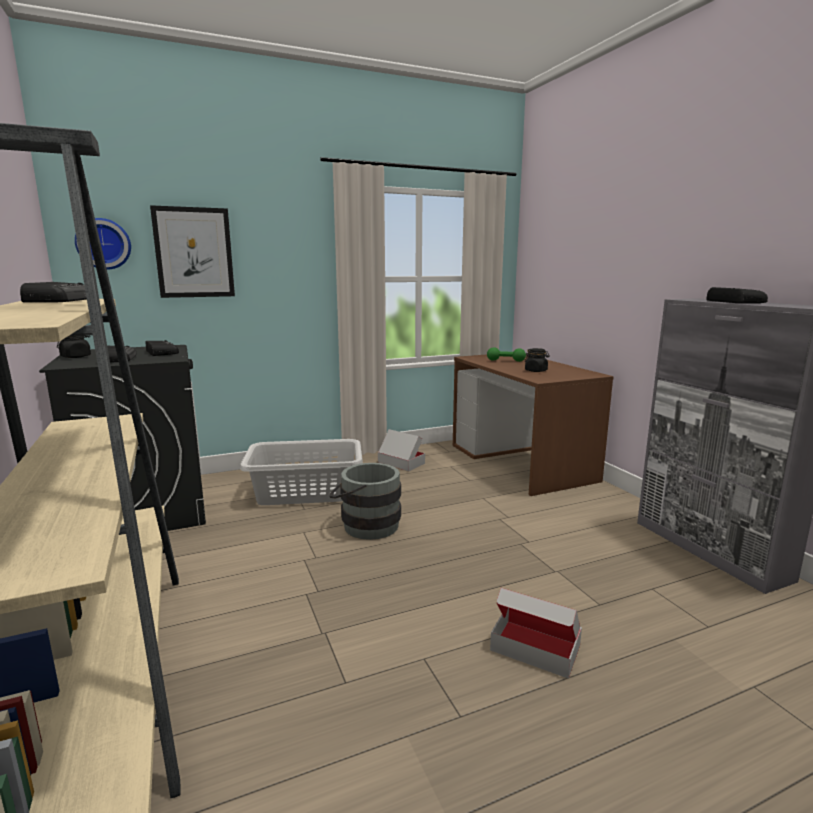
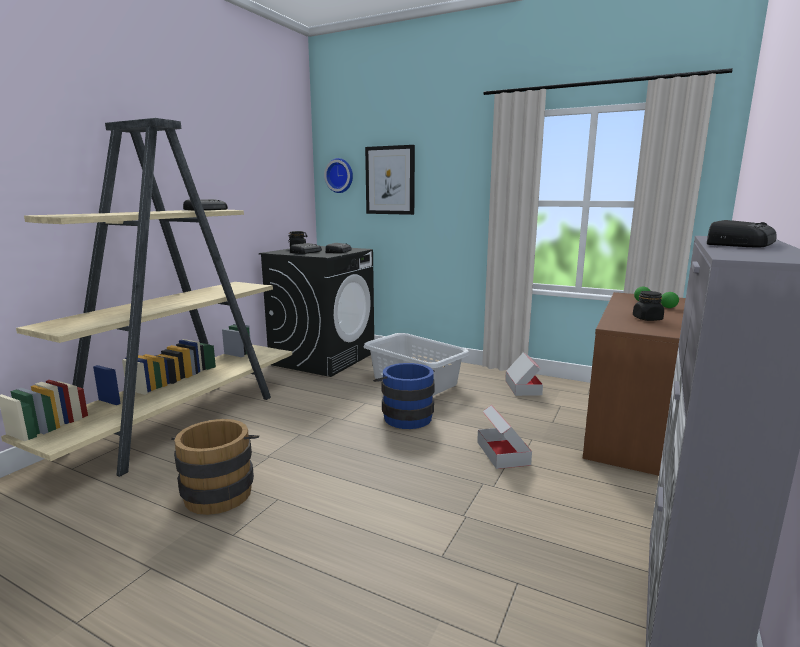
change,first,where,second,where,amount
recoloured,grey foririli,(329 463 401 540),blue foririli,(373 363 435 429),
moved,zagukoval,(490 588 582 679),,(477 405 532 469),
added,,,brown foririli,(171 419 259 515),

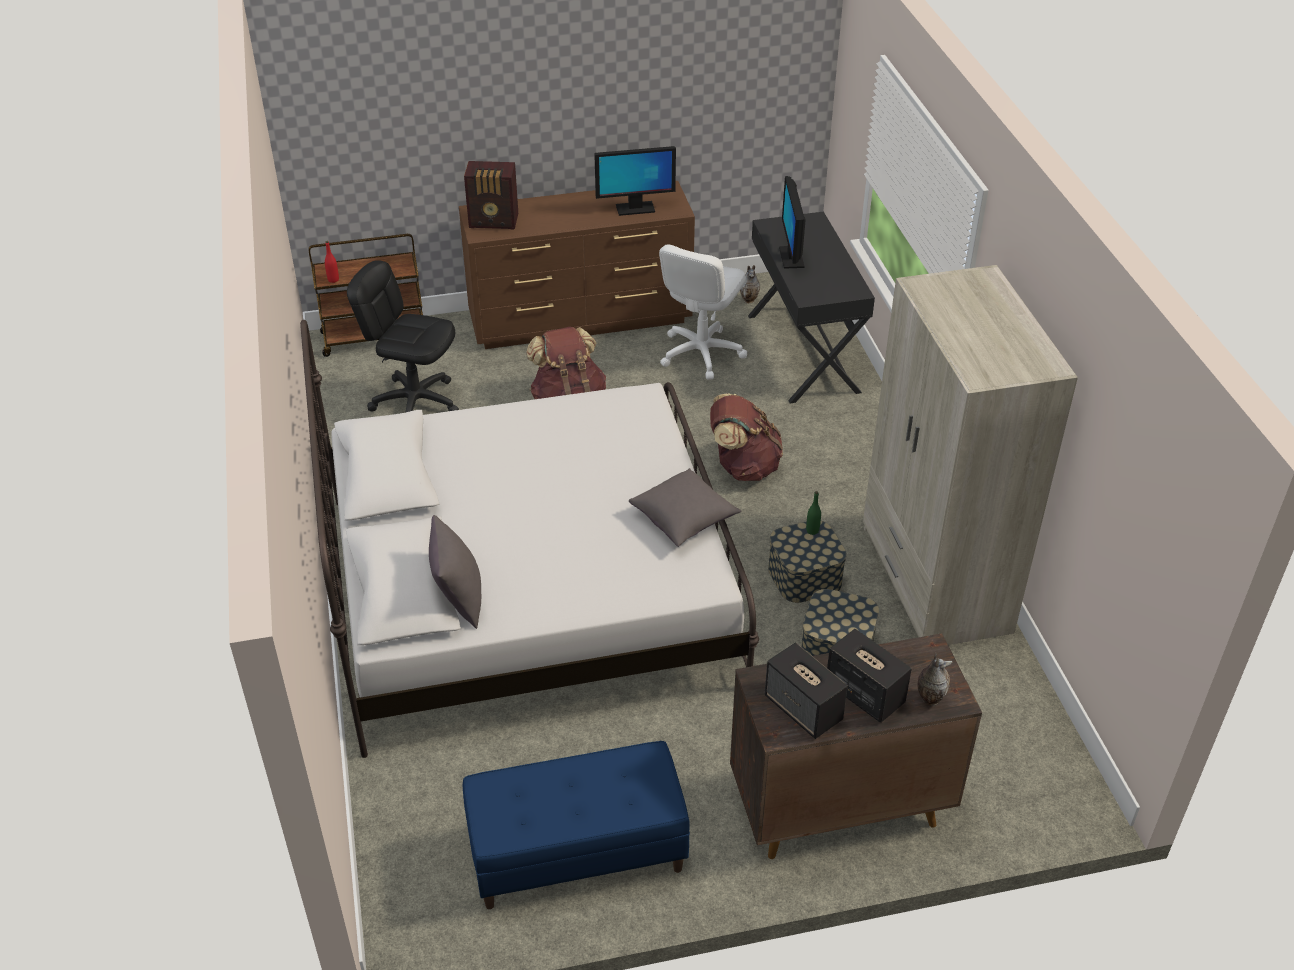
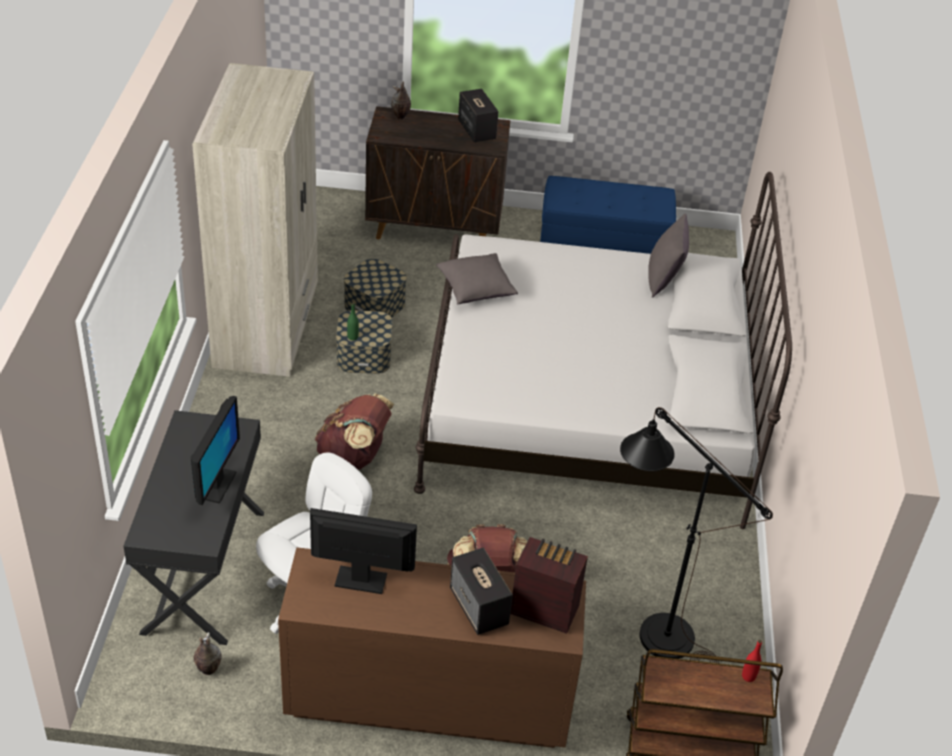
change,first,where,second,where,amount
replaced,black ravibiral,(347 260 459 412),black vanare,(620 407 773 663),
moved,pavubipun,(827 629 912 723),,(450 548 513 635),

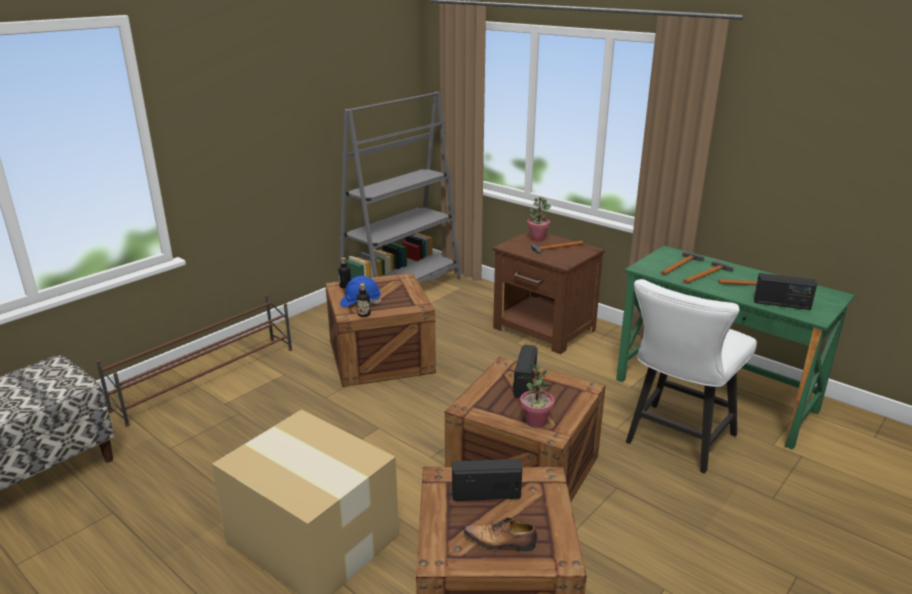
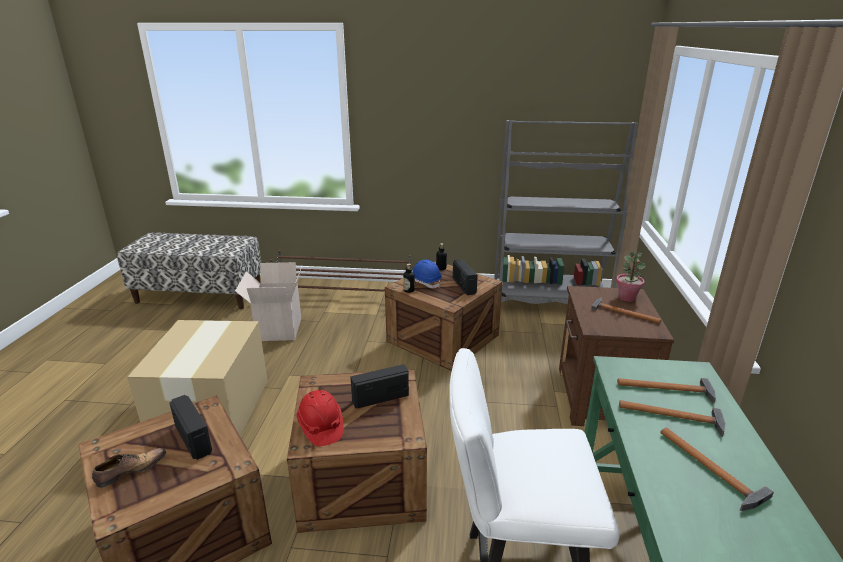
change,first,where,second,where,amount
moved,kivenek,(754 273 817 310),,(453 259 478 295),
replaced,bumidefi,(520 362 555 428),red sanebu,(297 390 344 446),
turned,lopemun,(464 517 537 552),,(92 448 166 488),75 degrees clockwise
added,,,zagukoval,(235 262 302 341),

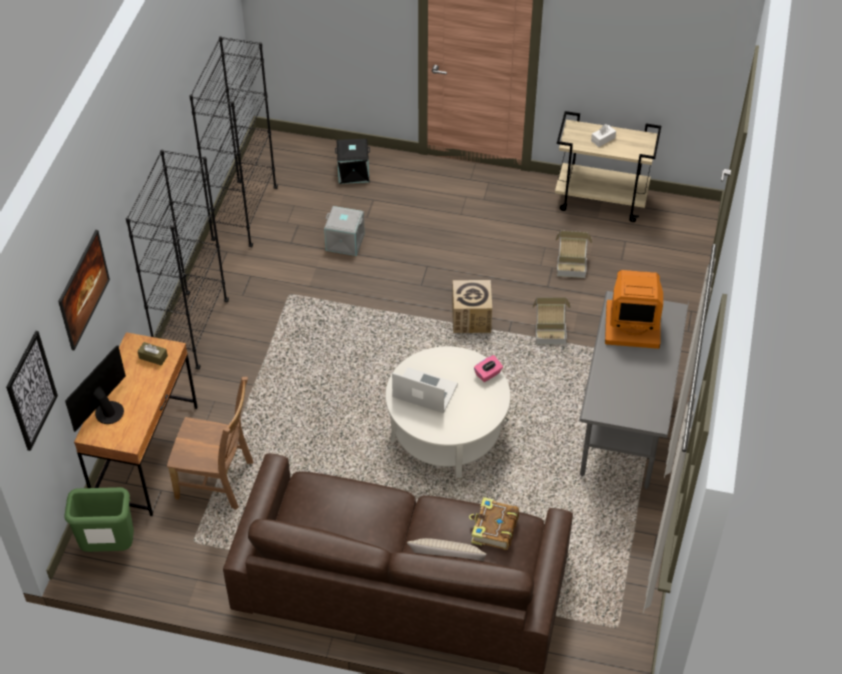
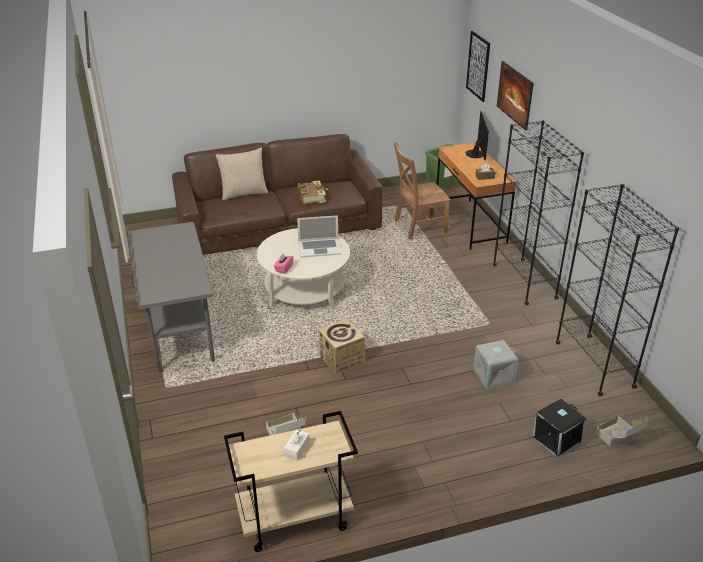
change,first,where,second,where,amount
removed,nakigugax,(605 270 663 349),,,
moved,zagukoval,(533 297 571 344),,(595 416 649 446),
moved,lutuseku,(469 497 519 550),,(297 180 328 204),

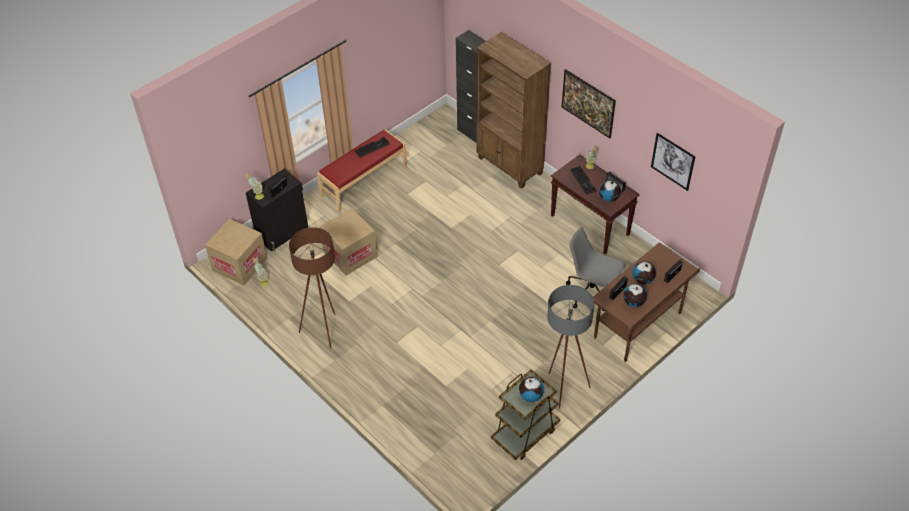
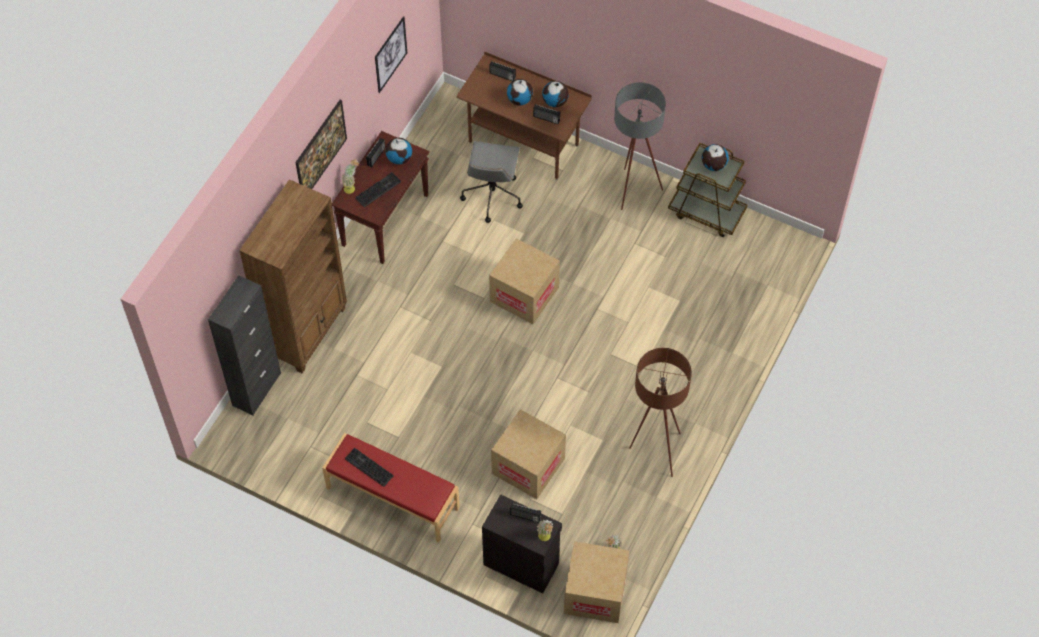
change,first,where,second,where,amount
added,,,zagukoval,(489 238 560 324),

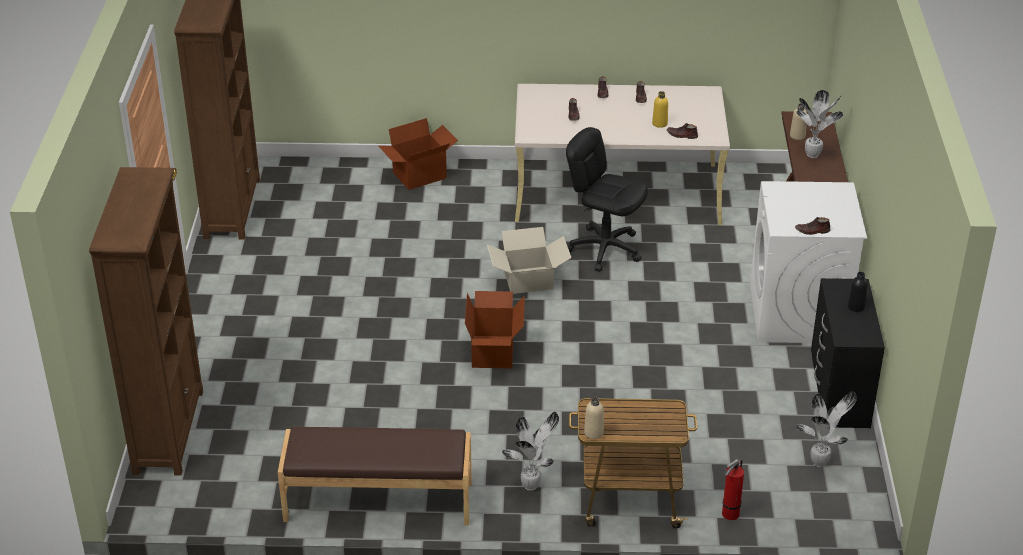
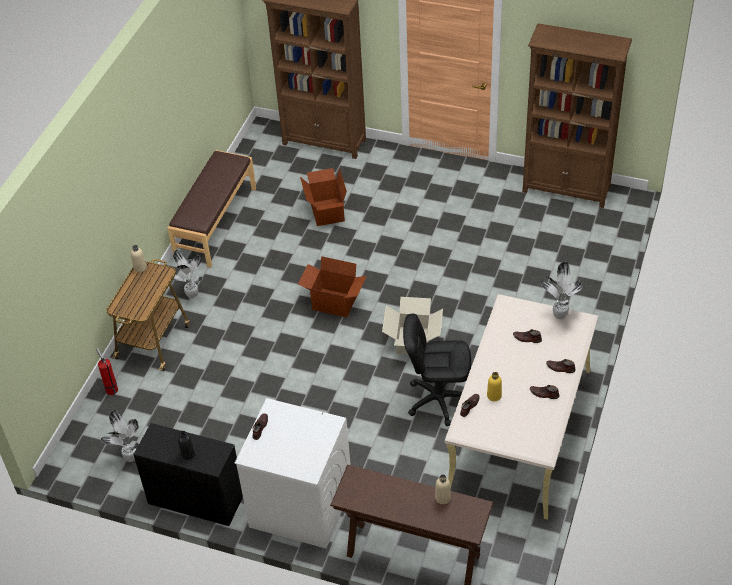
change,first,where,second,where,amount
moved,bumidefi,(796 90 843 158),,(540 262 583 320),
moved,zagukoval,(379 118 458 190),,(300 168 347 226),
turned,black ravibiral,(566 127 648 271),,(403 314 471 426),135 degrees counterclockwise

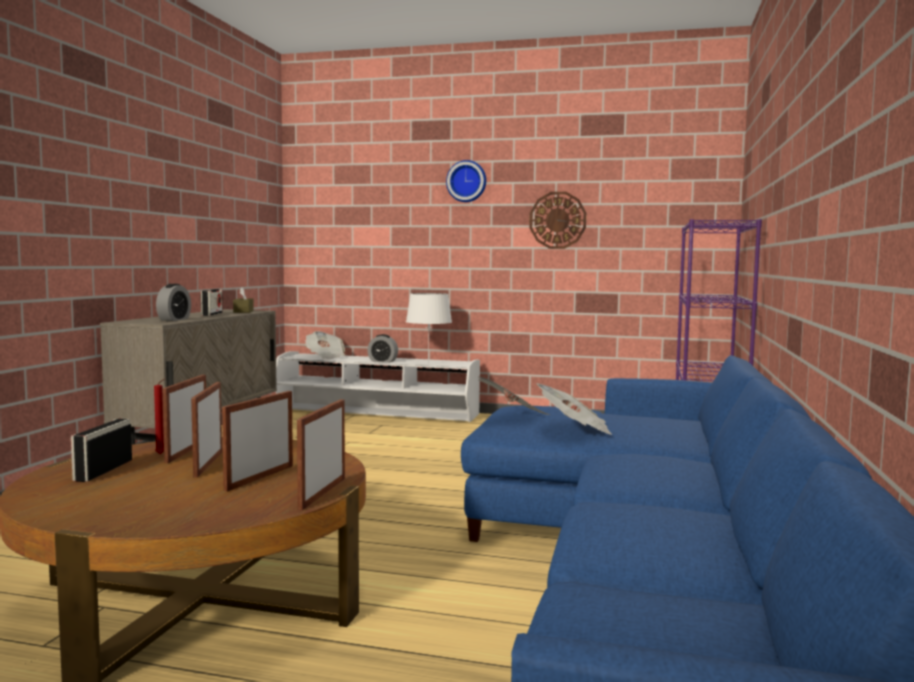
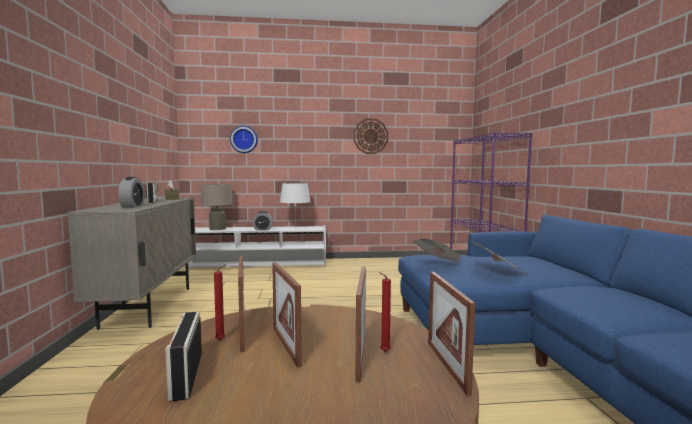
change,first,where,second,where,amount
moved,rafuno,(446 160 486 202),,(230 126 258 153),
replaced,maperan,(305 331 345 360),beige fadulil,(201 184 232 230),
added,,,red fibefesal,(379 272 391 352),

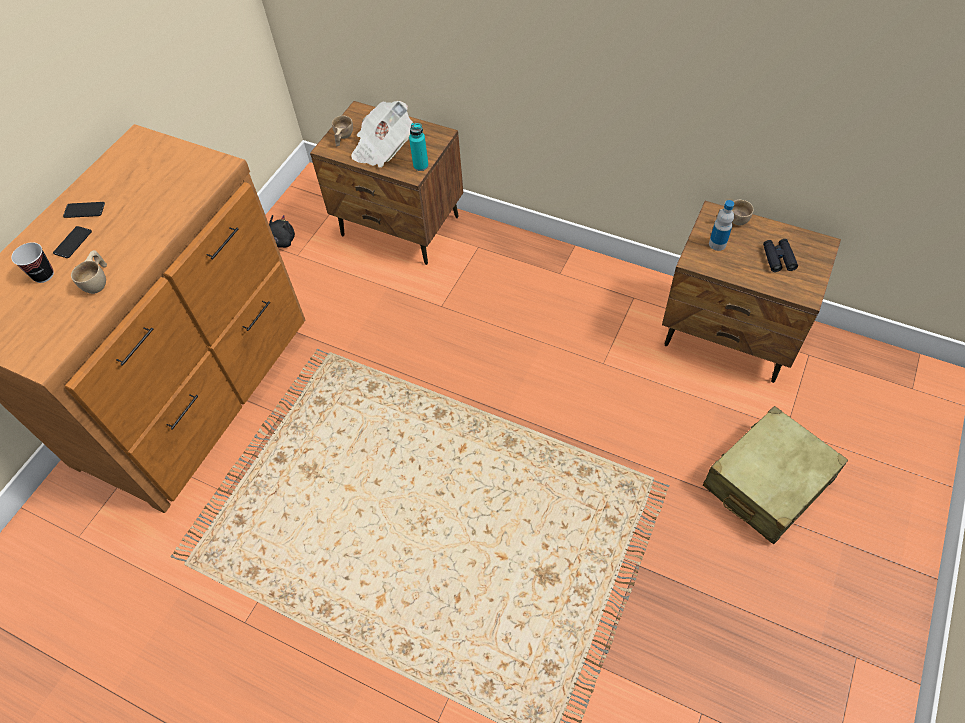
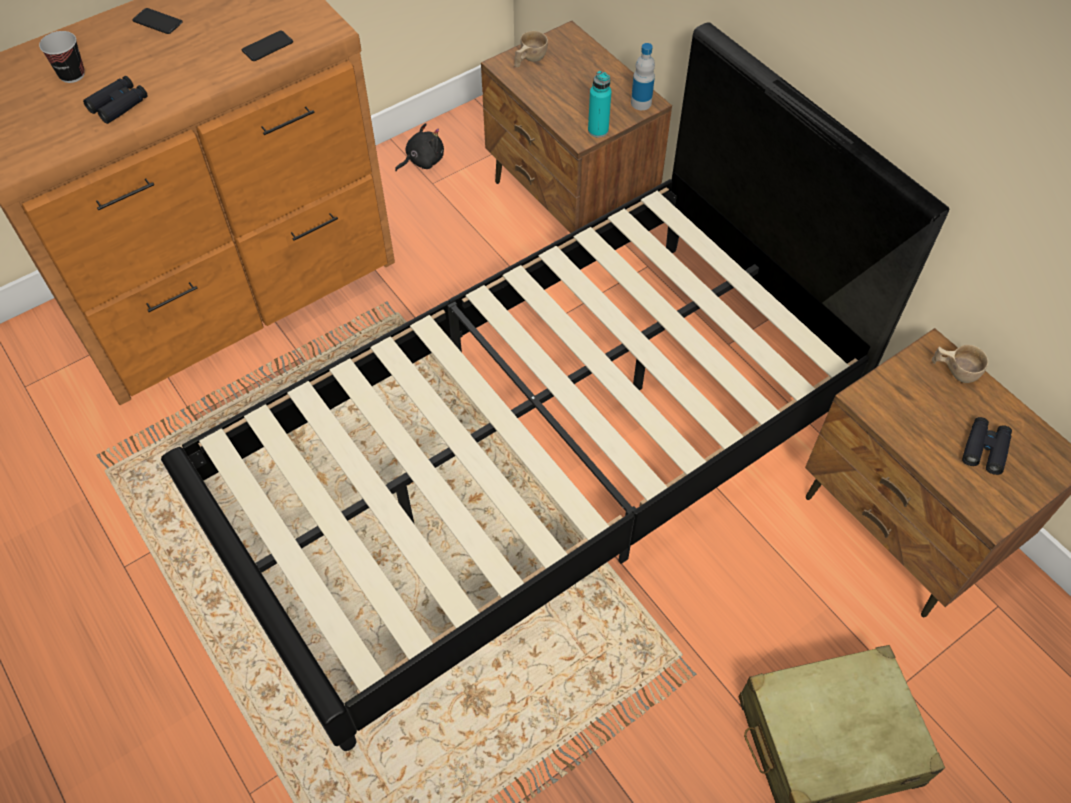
change,first,where,second,where,amount
removed,maperan,(351 101 413 168),,,
moved,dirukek,(709 200 734 251),,(631 43 655 110),
moved,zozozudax,(53 226 92 258),,(242 31 293 61),
replaced,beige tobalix,(71 250 107 294),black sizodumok,(83 76 148 124),
added,,,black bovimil,(161 23 949 751),

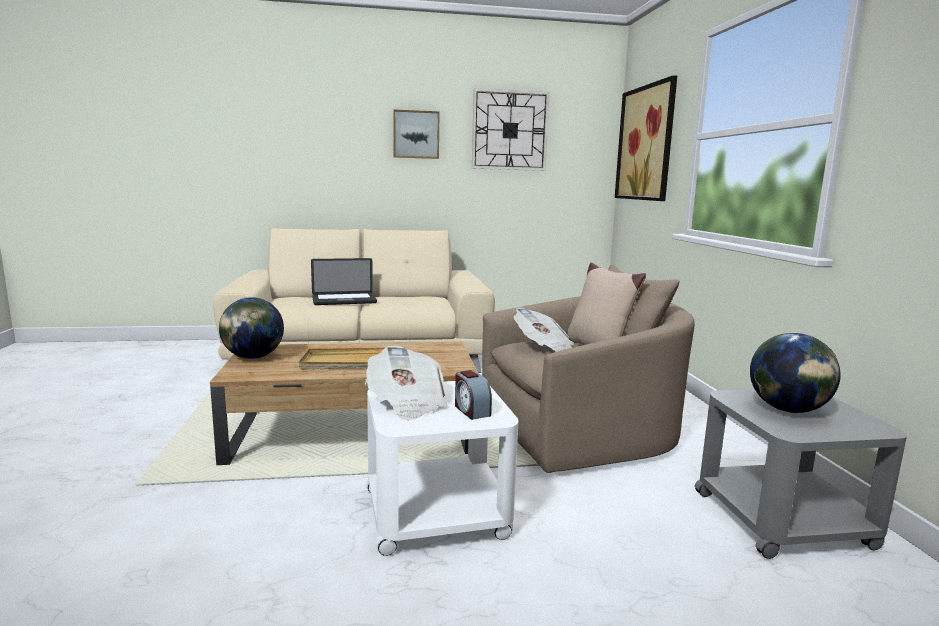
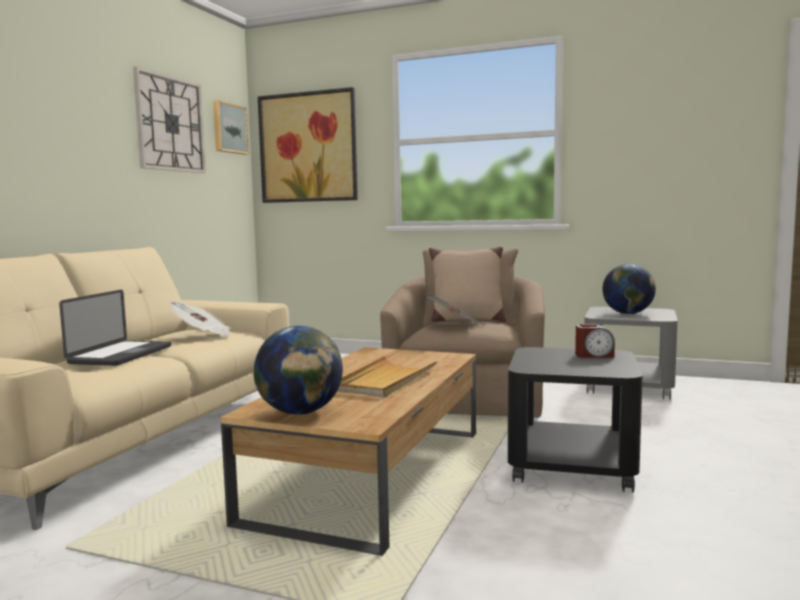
change,first,where,second,where,amount
moved,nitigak,(393 109 440 159),,(213 100 249 155),
moved,maperan,(365 345 447 421),,(170 302 231 337),
recoloured,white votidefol,(366 381 519 556),black votidefol,(508 347 643 493),

